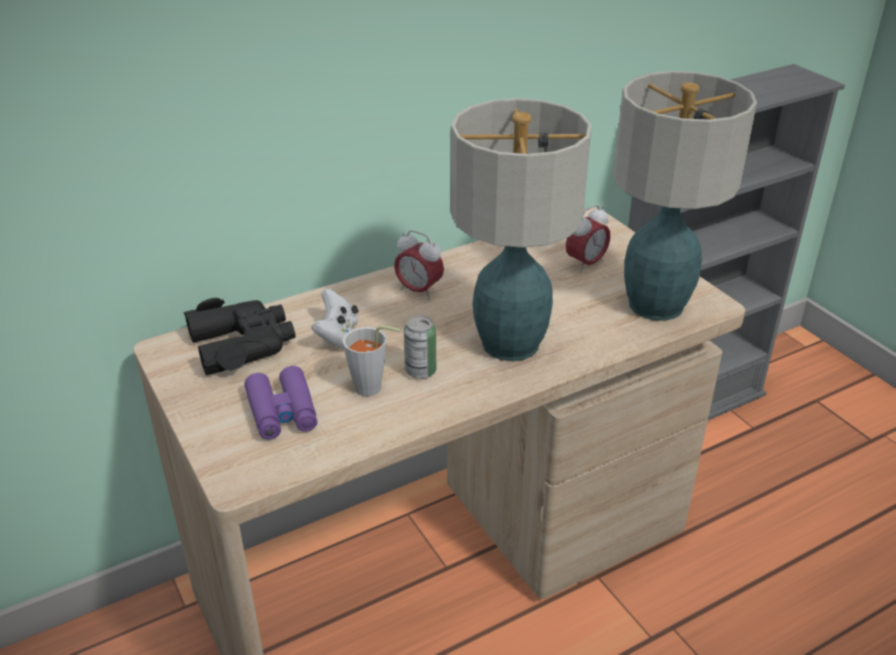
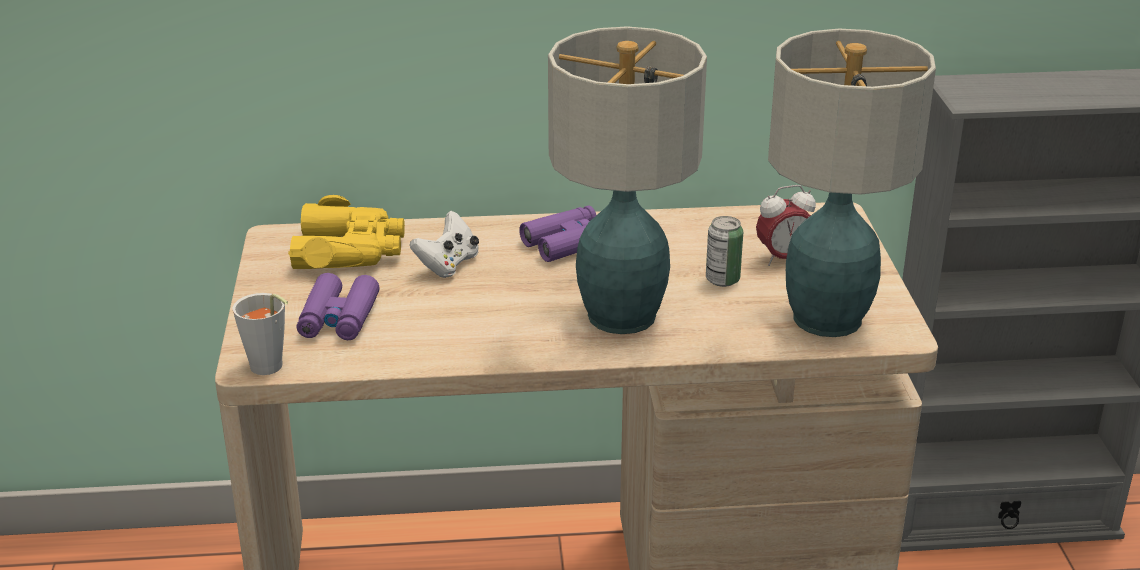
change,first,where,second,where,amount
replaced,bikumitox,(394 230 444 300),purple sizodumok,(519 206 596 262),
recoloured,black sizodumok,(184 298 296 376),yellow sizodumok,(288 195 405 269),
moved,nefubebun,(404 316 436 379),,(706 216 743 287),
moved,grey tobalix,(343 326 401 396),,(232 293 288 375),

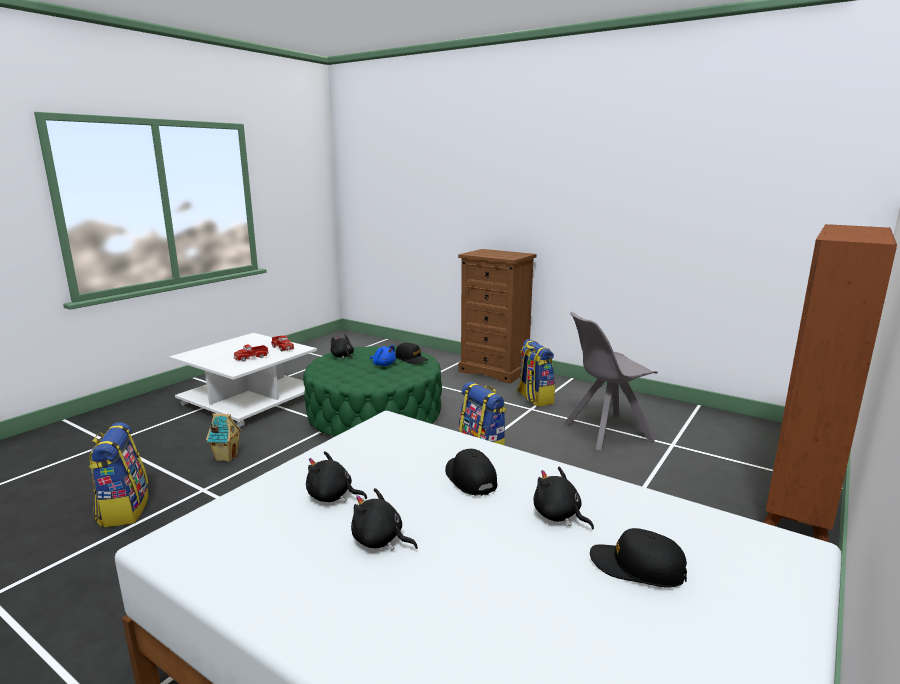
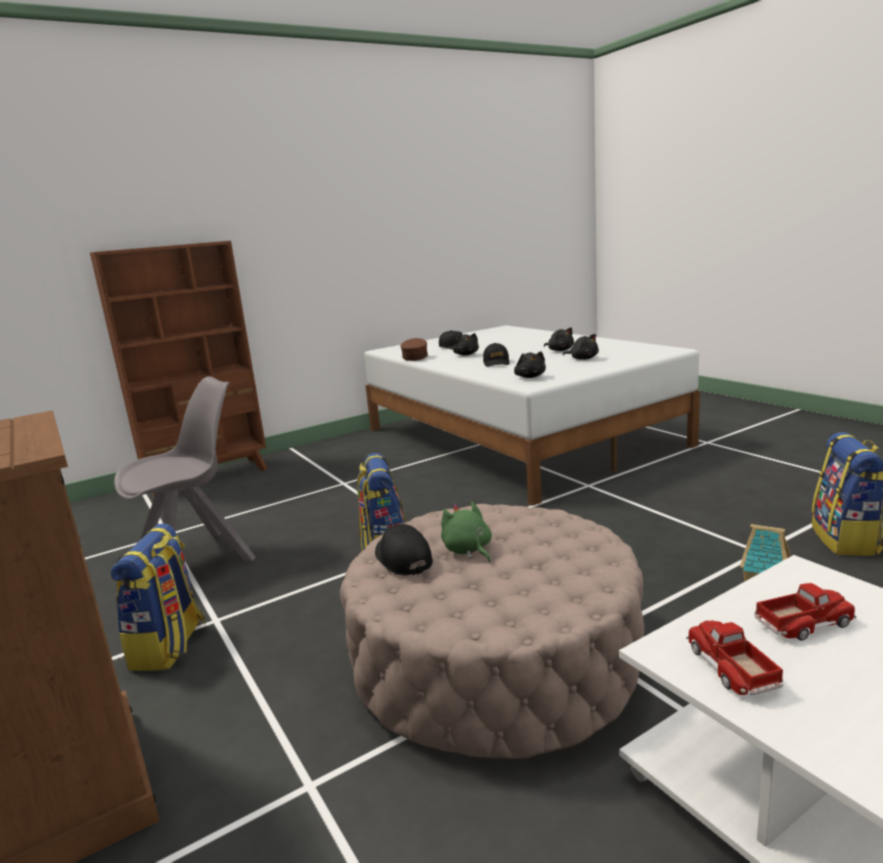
change,first,where,second,where,amount
turned,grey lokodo,(564 312 658 450),,(114 376 256 561),45 degrees counterclockwise
moved,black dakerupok,(330 335 354 359),,(514 351 546 378),
recoloured,blue dakerupok,(370 345 396 366),green dakerupok,(441 501 492 562),
recoloured,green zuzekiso,(303 346 442 437),beige zuzekiso,(340 504 644 759),
added,,,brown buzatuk,(401 338 428 361),

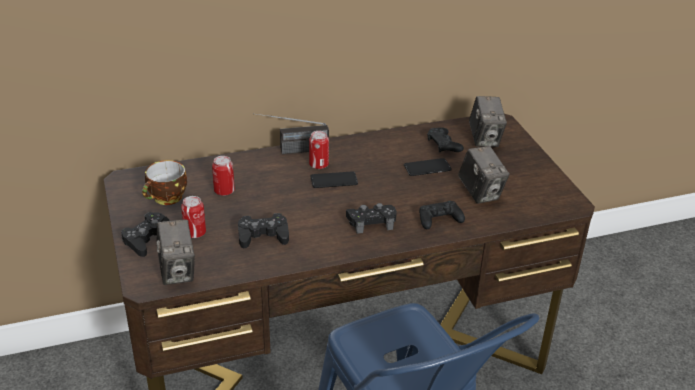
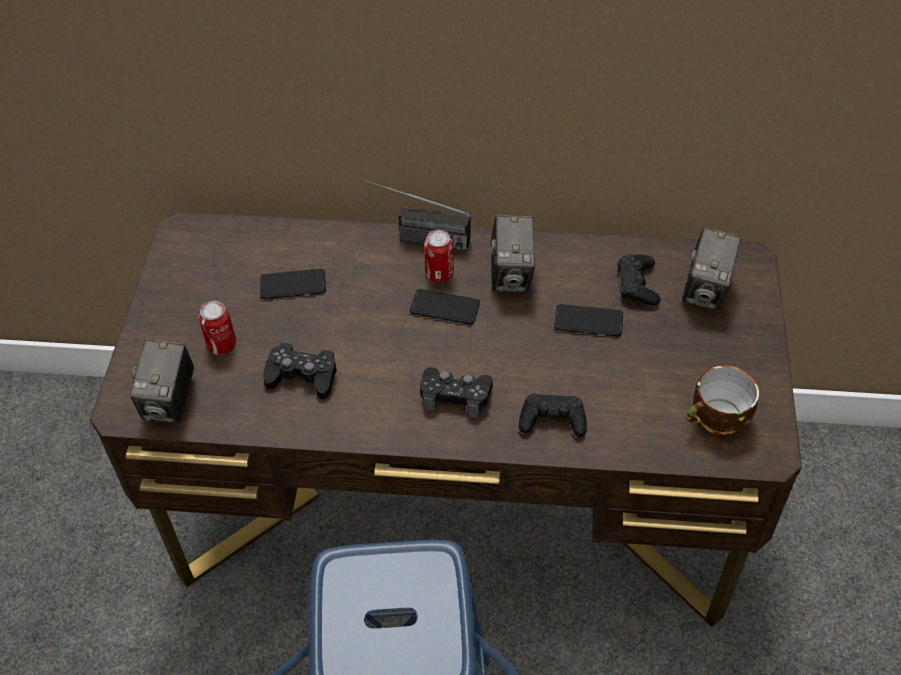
change,first,where,second,where,amount
moved,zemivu,(458 146 510 204),,(490 215 535 292),
replaced,nefubebun,(212 156 235 196),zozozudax,(260 269 326 299),
moved,tobalix,(142 160 187 205),,(687 366 759 435),
removed,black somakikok,(121 212 170 257),,,

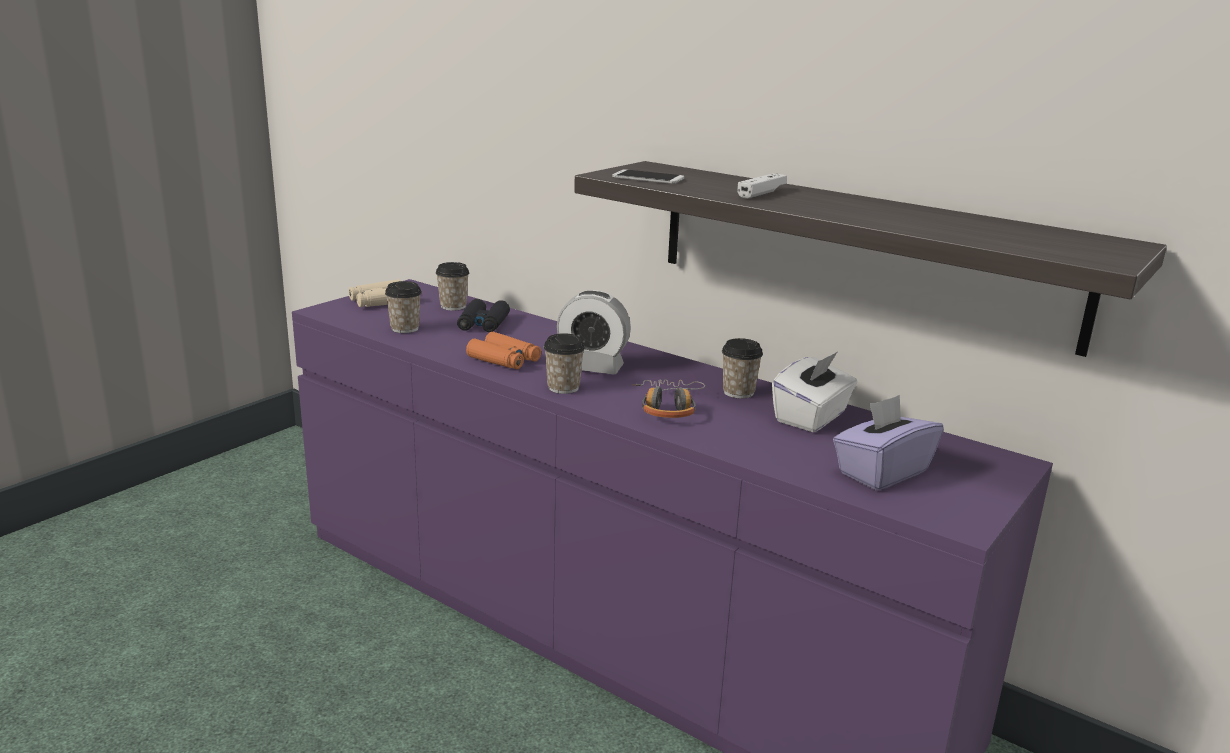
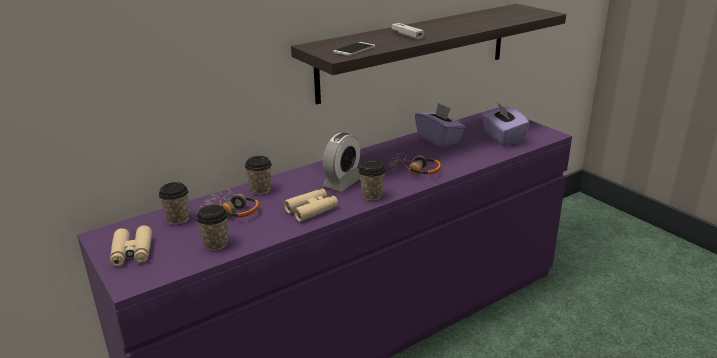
change,first,where,second,where,amount
replaced,black sizodumok,(457 299 510 332),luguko,(200 189 259 218),
recoloured,orange sizodumok,(466 332 541 369),beige sizodumok,(284 189 338 221),
moved,tobalix,(722 338 763 399),,(245 156 272 195),
recoloured,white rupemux,(772 352 857 432),purple rupemux,(415 103 465 148),

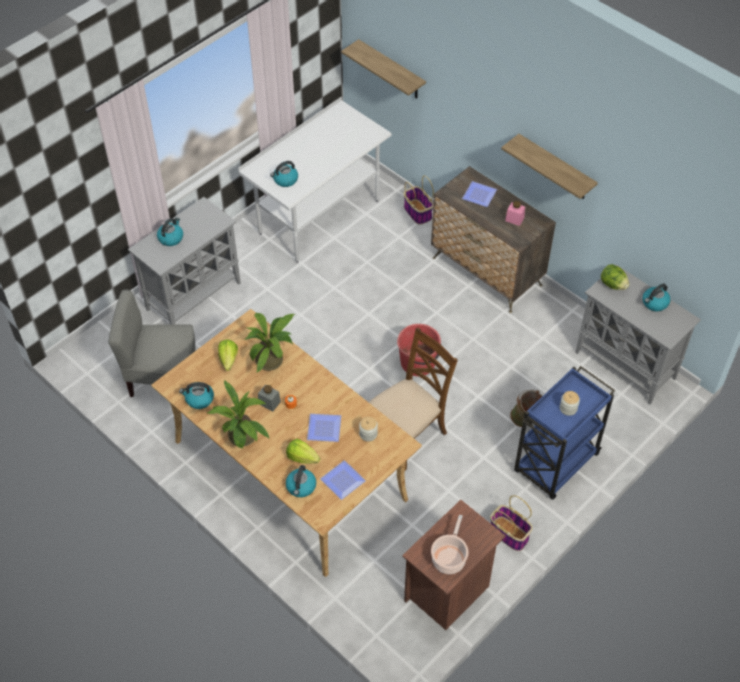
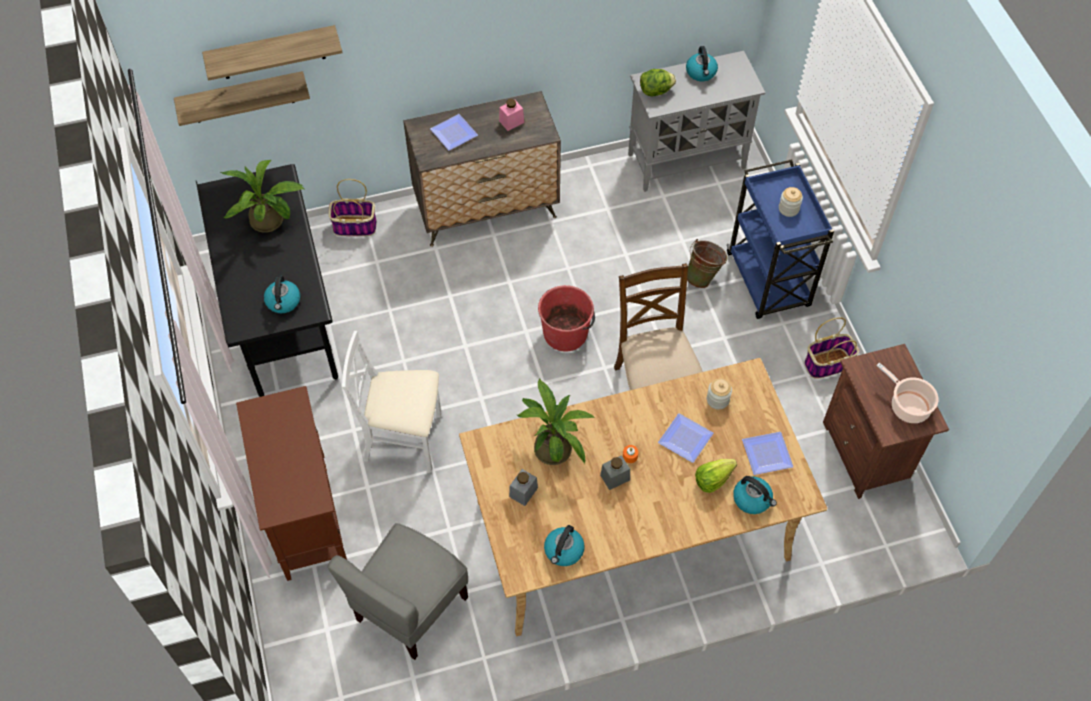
change,first,where,second,where,amount
recoloured,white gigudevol,(238 97 392 263),black gigudevol,(196 164 338 397),
moved,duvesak,(501 134 598 199),,(202 25 343 81),
recoloured,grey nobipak,(128 197 241 325),brown nobipak,(236 386 347 581),
removed,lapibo,(157 217 183 246),,,
replaced,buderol,(218 339 238 371),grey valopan,(509 469 538 506),
moved,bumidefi,(207 381 269 448),,(221 160 304 233),
added,,,white lokodo,(342 331 442 472),

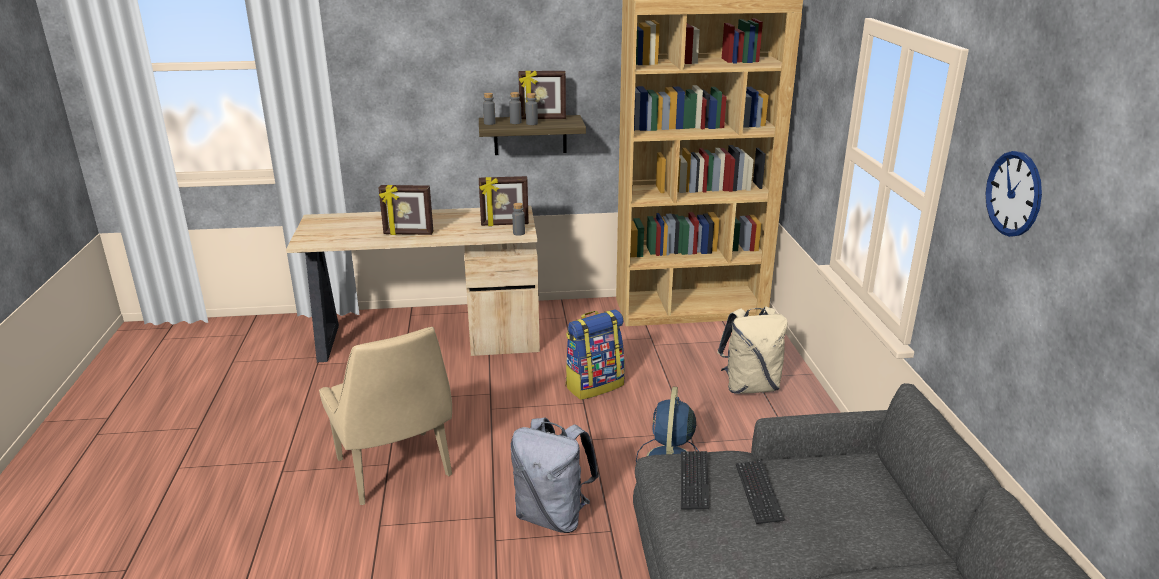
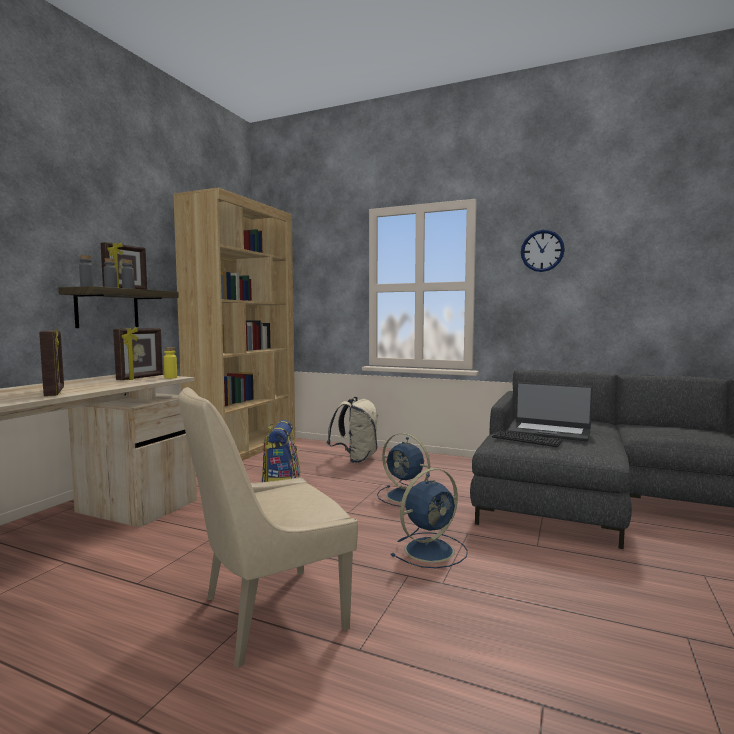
change,first,where,second,where,amount
turned,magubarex,(379 185 433 235),,(39 329 64 396),60 degrees counterclockwise
recoloured,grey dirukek,(512 203 525 236),yellow dirukek,(164 347 177 379),
turned,beige lokodo,(319 327 452 505),,(178 387 358 668),150 degrees clockwise
replaced,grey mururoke,(511 417 599 533),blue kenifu,(391 468 468 568),
replaced,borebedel,(736 461 785 524),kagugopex,(508 382 593 441),

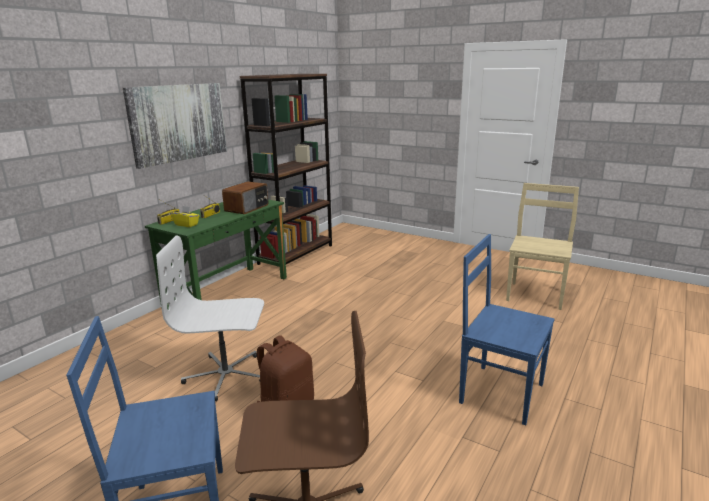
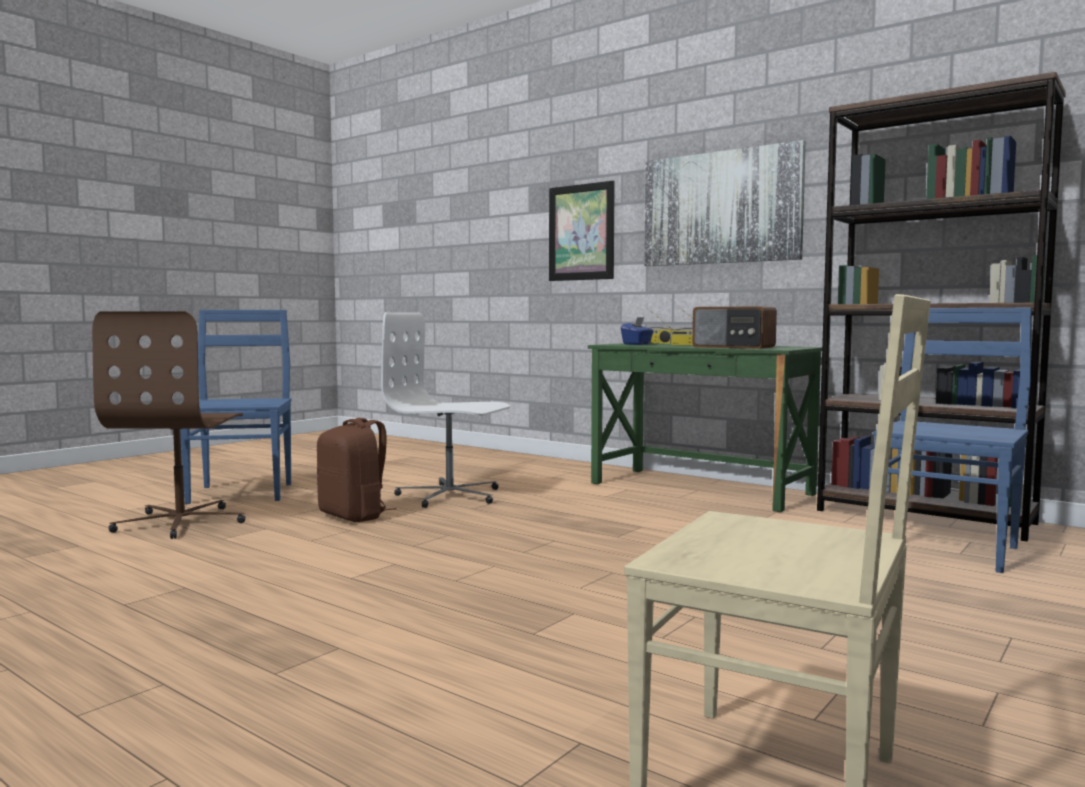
change,first,where,second,where,amount
recoloured,yellow rupemux,(171 206 200 227),blue rupemux,(621 317 654 345),
moved,blue lokodo,(459 234 555 425),,(873 308 1032 573),
turned,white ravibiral,(156 236 264 402),,(381 312 510 508),75 degrees counterclockwise
added,,,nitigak,(549 181 615 281),

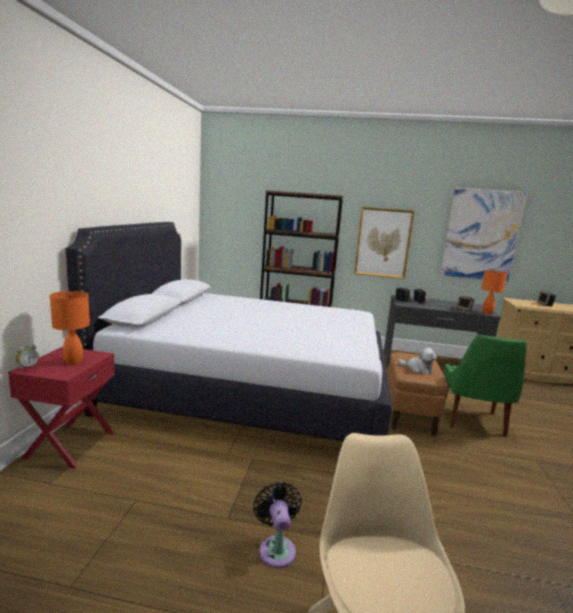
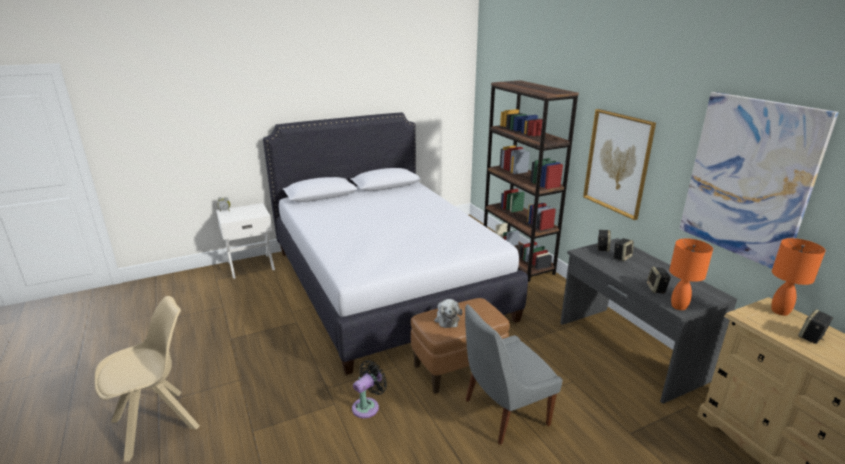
change,first,where,second,where,amount
moved,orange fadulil,(50 291 90 365),,(771 238 826 316),
recoloured,green lokodo,(444 335 527 437),grey lokodo,(465 304 563 445),
recoloured,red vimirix,(8 347 115 469),white vimirix,(216 203 275 279),
moved,black kenifu,(253 482 302 568),,(352 360 387 418),

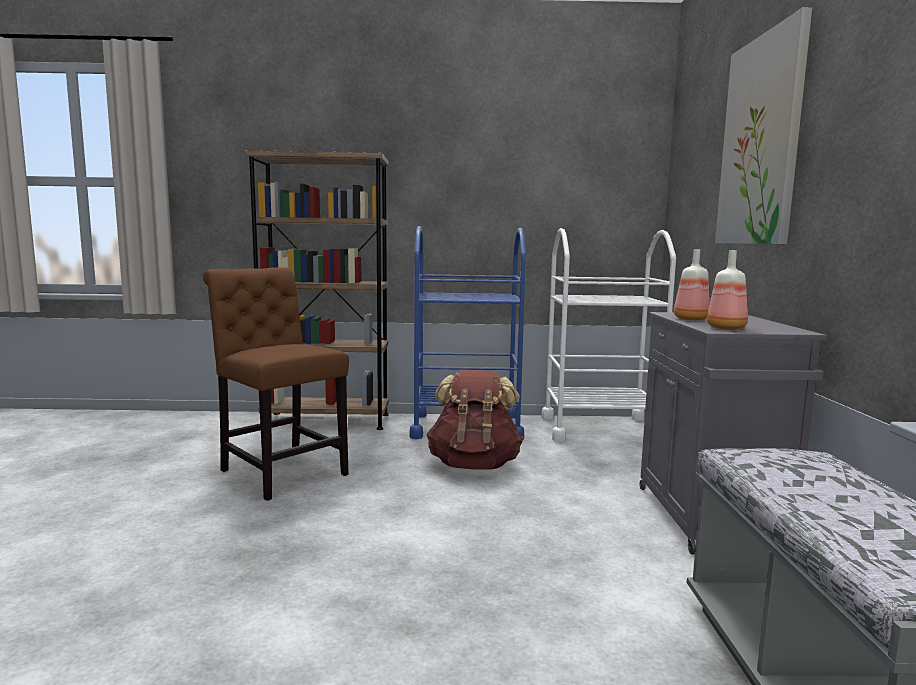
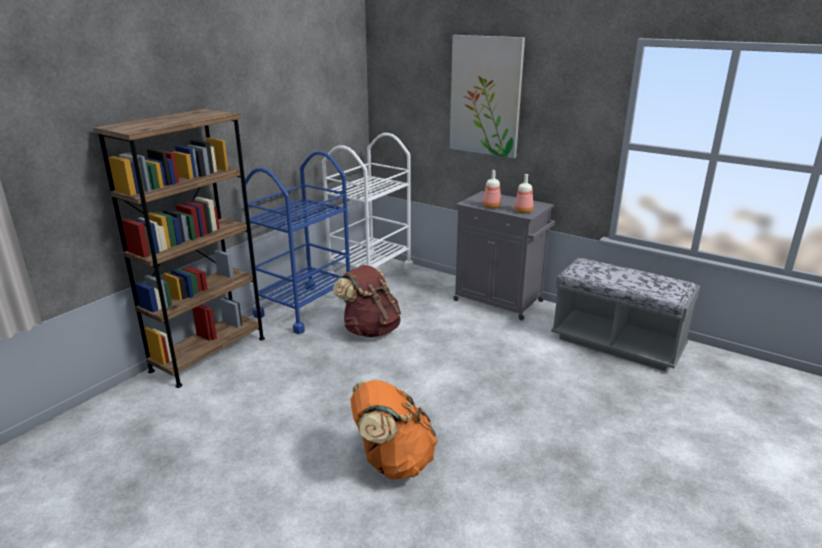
change,first,where,second,where,amount
removed,brown lokodo,(203 267 349 501),,,
added,,,orange mururoke,(350 380 437 479),

